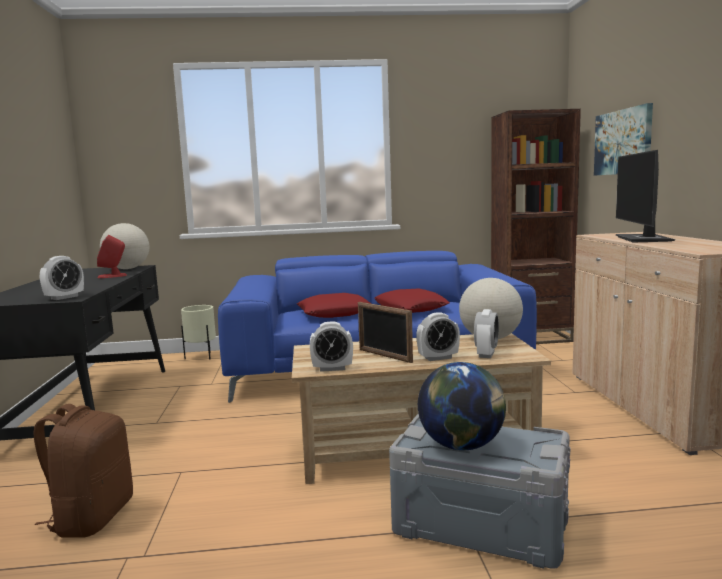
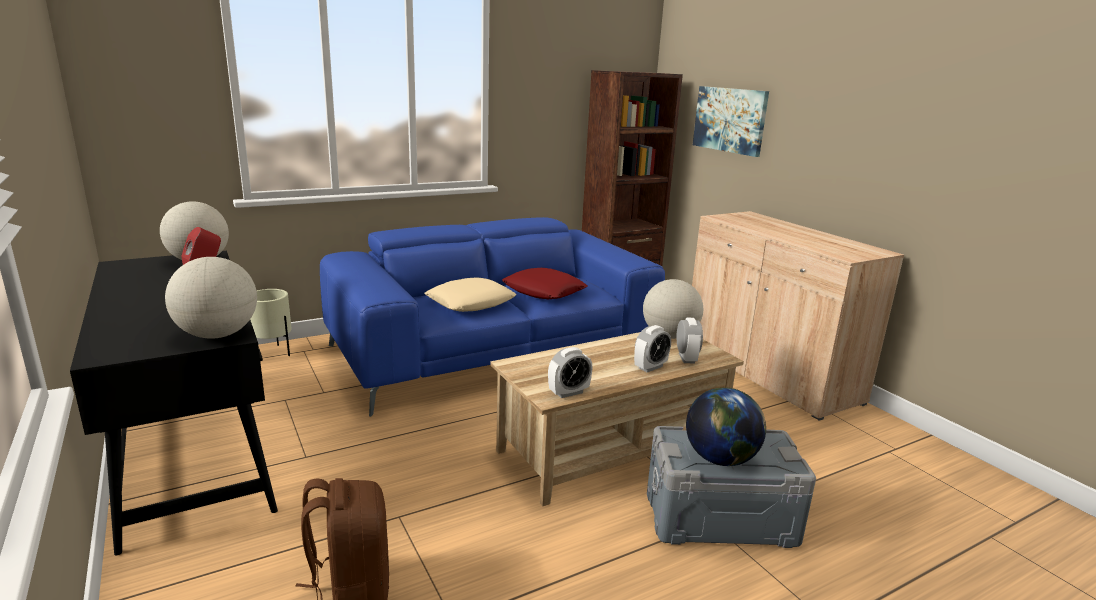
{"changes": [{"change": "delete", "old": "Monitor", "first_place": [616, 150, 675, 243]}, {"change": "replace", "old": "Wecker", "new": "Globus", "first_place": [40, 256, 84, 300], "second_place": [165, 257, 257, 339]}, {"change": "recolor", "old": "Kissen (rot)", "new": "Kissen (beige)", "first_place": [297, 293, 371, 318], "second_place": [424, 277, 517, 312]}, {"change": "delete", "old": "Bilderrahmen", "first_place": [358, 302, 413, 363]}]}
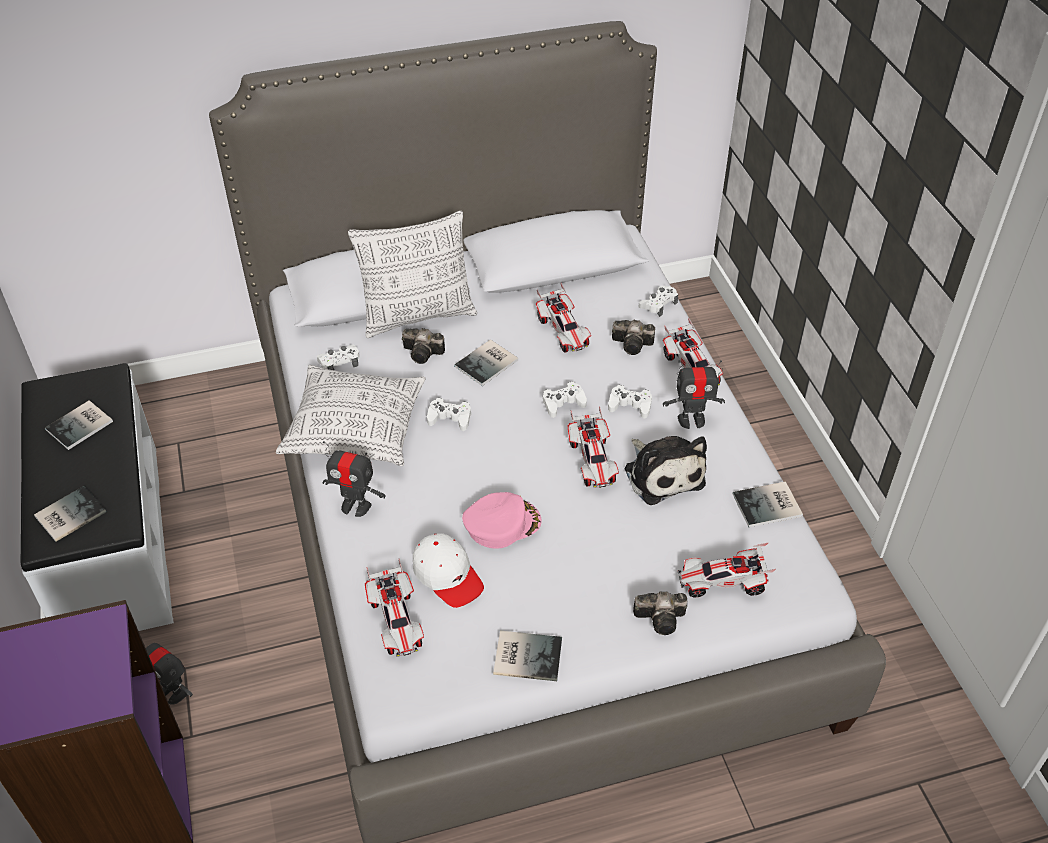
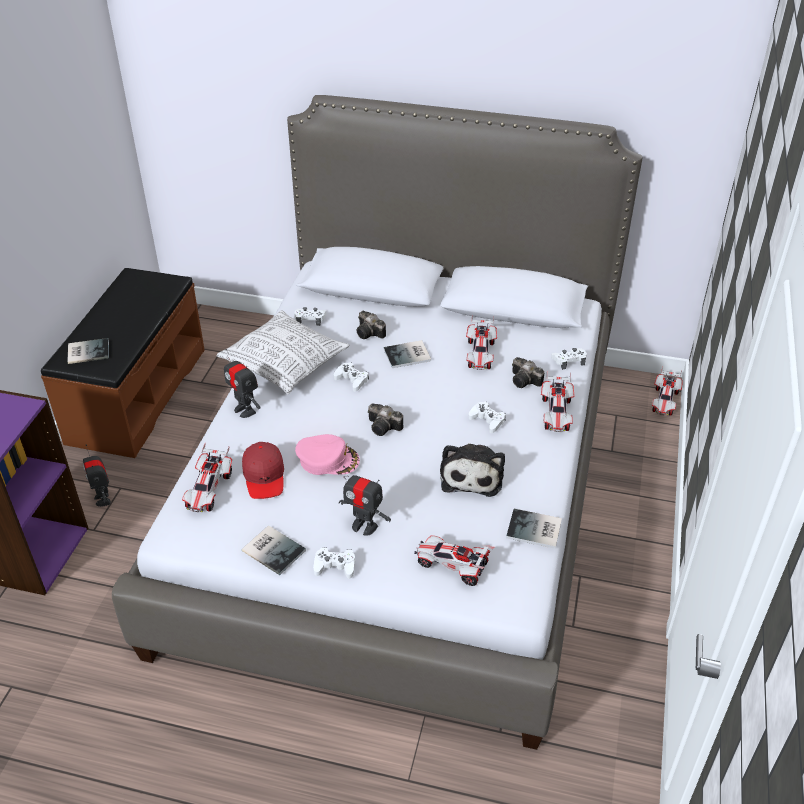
{"changes": [{"change": "delete", "old": "Kissen", "first_place": [348, 211, 477, 338]}, {"change": "move", "old": "Spielzeugroboter", "first_place": [663, 360, 725, 429], "second_place": [339, 466, 391, 536]}, {"change": "recolor", "old": "Bank (weiß)", "new": "Bank (braun)", "first_place": [21, 363, 174, 631], "second_place": [41, 268, 205, 458]}, {"change": "move", "old": "Gamepad (weiß)", "first_place": [543, 382, 587, 418], "second_place": [313, 547, 355, 579]}, {"change": "delete", "old": "Buch", "first_place": [45, 400, 113, 450]}, {"change": "move", "old": "Spielzeugauto", "first_place": [567, 406, 619, 488], "second_place": [652, 366, 683, 416]}, {"change": "recolor", "old": "Kappe (weiß)", "new": "Kappe (rot)", "first_place": [413, 534, 484, 608], "second_place": [242, 442, 284, 499]}, {"change": "move", "old": "Kamera", "first_place": [633, 592, 687, 635], "second_place": [368, 403, 403, 436]}]}
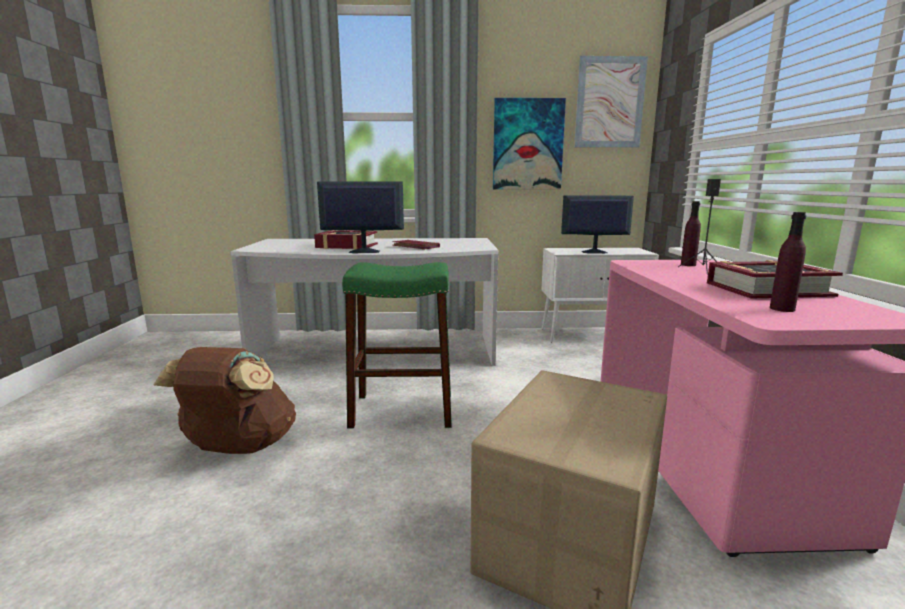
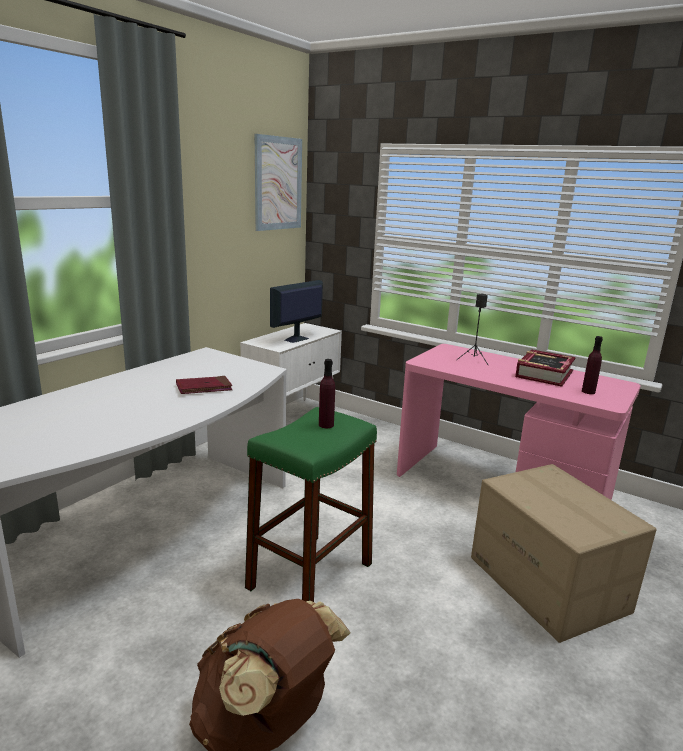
{"changes": [{"change": "delete", "old": "Bild", "first_place": [493, 98, 566, 189]}, {"change": "delete", "old": "Monitor", "first_place": [317, 181, 404, 253]}, {"change": "move", "old": "Flasche (lila)", "first_place": [681, 201, 701, 266], "second_place": [319, 359, 335, 428]}, {"change": "delete", "old": "Buch", "first_place": [314, 230, 378, 250]}]}
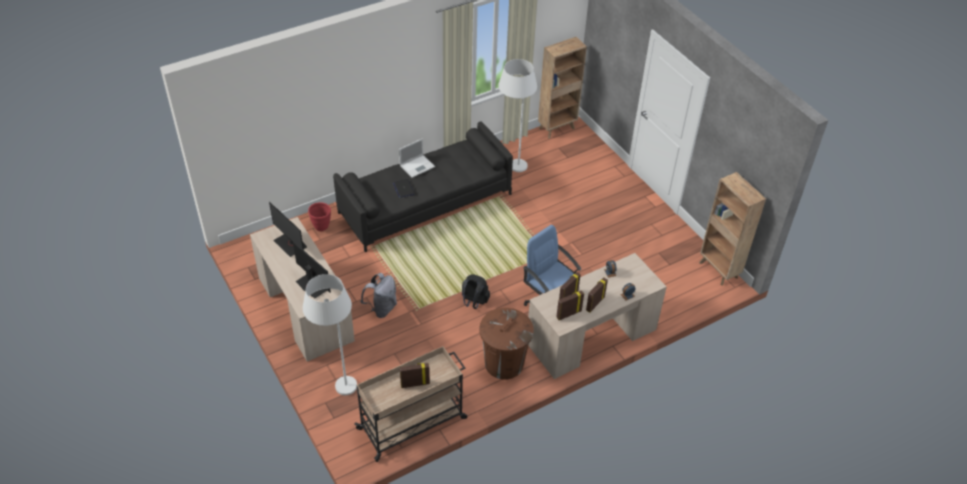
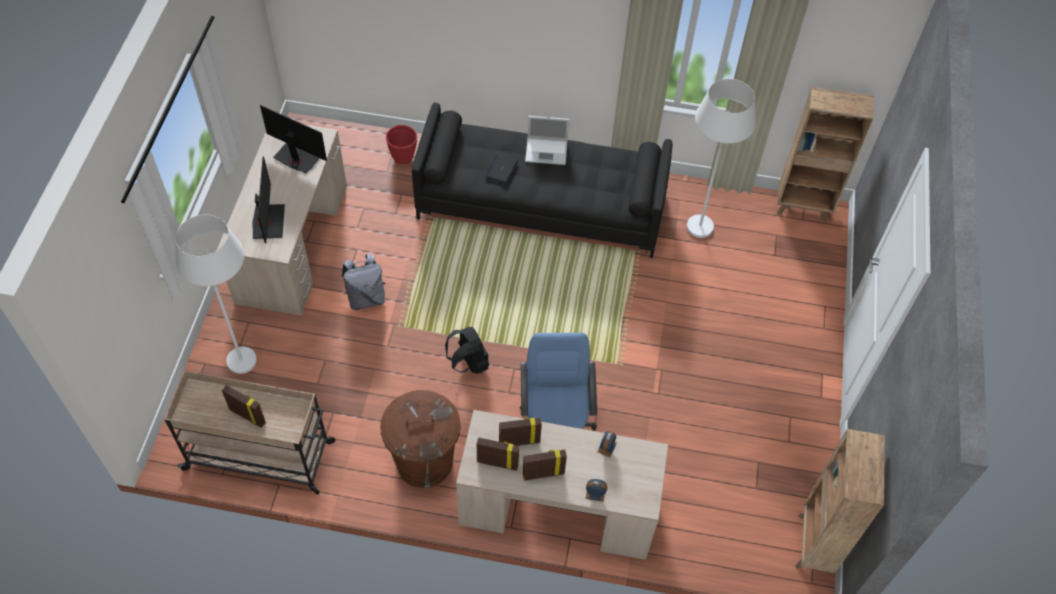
{"changes": [{"change": "rotate", "old": "Monitor", "first_place": [269, 202, 307, 257], "second_place": [260, 105, 327, 174], "degrees": 120}]}
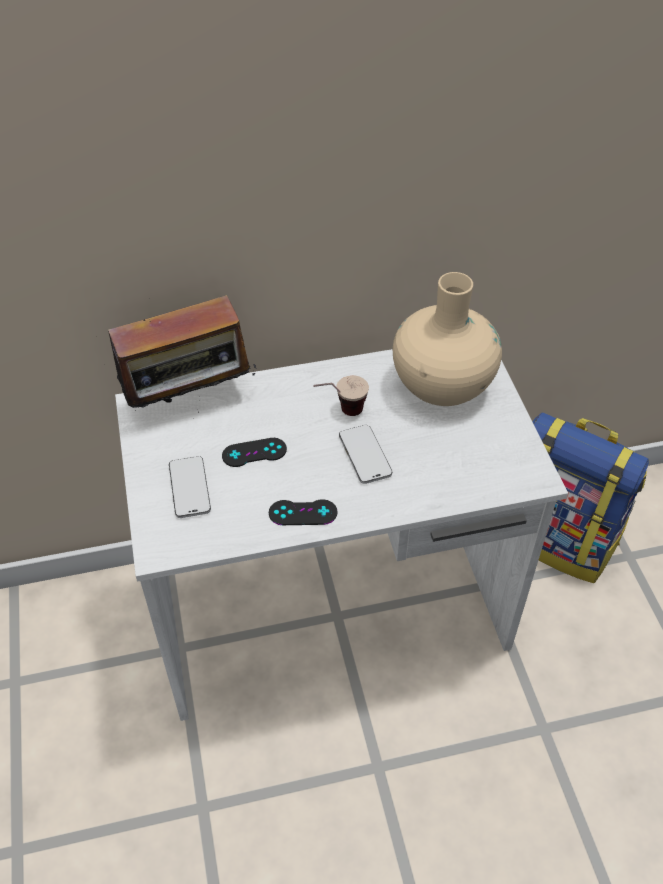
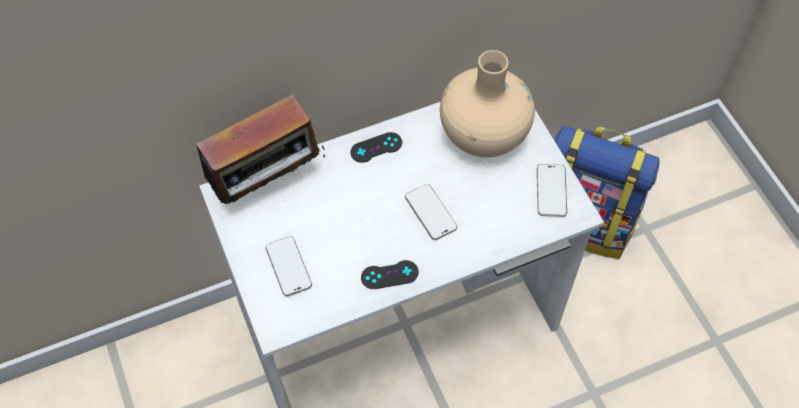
{"changes": [{"change": "delete", "old": "Tasse", "first_place": [313, 375, 369, 416]}, {"change": "move", "old": "Gamepad (schwarz)", "first_place": [222, 438, 287, 467], "second_place": [351, 132, 402, 163]}, {"change": "insert", "new": "Handy", "second_place": [537, 164, 567, 217]}]}
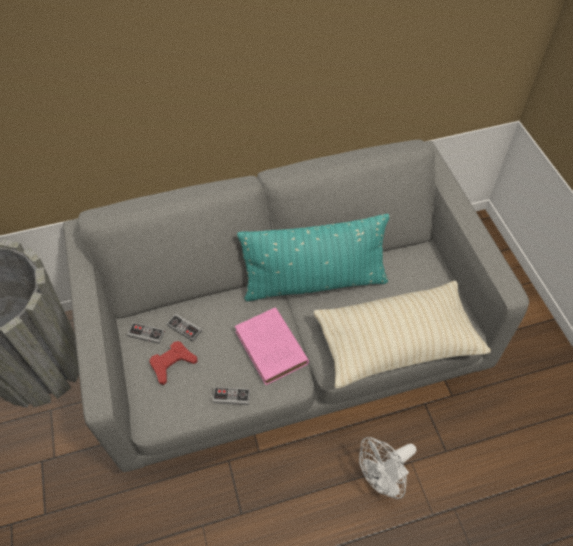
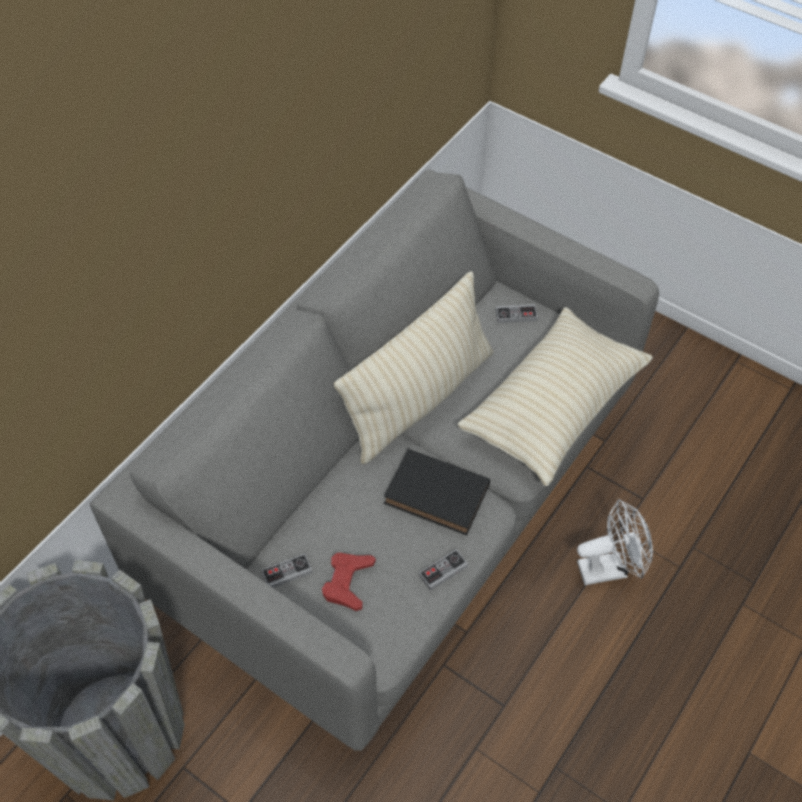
{"changes": [{"change": "recolor", "old": "Kissen (türkis)", "new": "Kissen (beige)", "first_place": [237, 214, 389, 301], "second_place": [334, 271, 493, 464]}, {"change": "recolor", "old": "Buch (rosa)", "new": "Buch (schwarz)", "first_place": [235, 308, 309, 385], "second_place": [384, 449, 490, 535]}, {"change": "move", "old": "Gamepad", "first_place": [167, 314, 202, 342], "second_place": [496, 304, 538, 323]}, {"change": "rotate", "old": "Ventilator (weiß)", "first_place": [359, 437, 416, 499], "second_place": [577, 499, 653, 585], "degrees": -120}]}
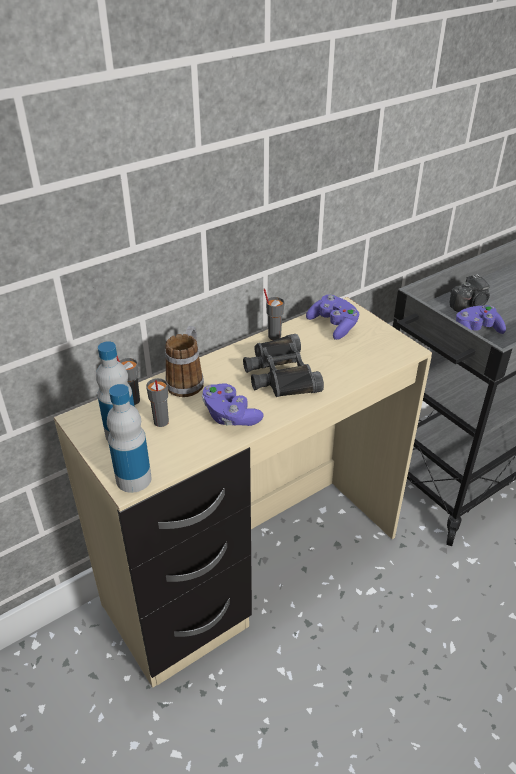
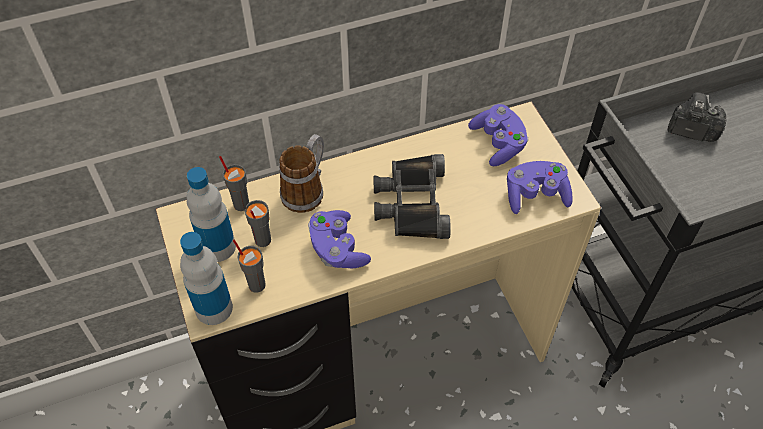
{"changes": [{"change": "rotate", "old": "Kamera", "first_place": [450, 274, 490, 312], "second_place": [668, 92, 727, 142], "degrees": -150}, {"change": "move", "old": "Tasse (grau)", "first_place": [264, 289, 284, 340], "second_place": [233, 240, 266, 293]}, {"change": "move", "old": "Gamepad (lila)", "first_place": [456, 305, 506, 334], "second_place": [507, 161, 573, 214]}]}
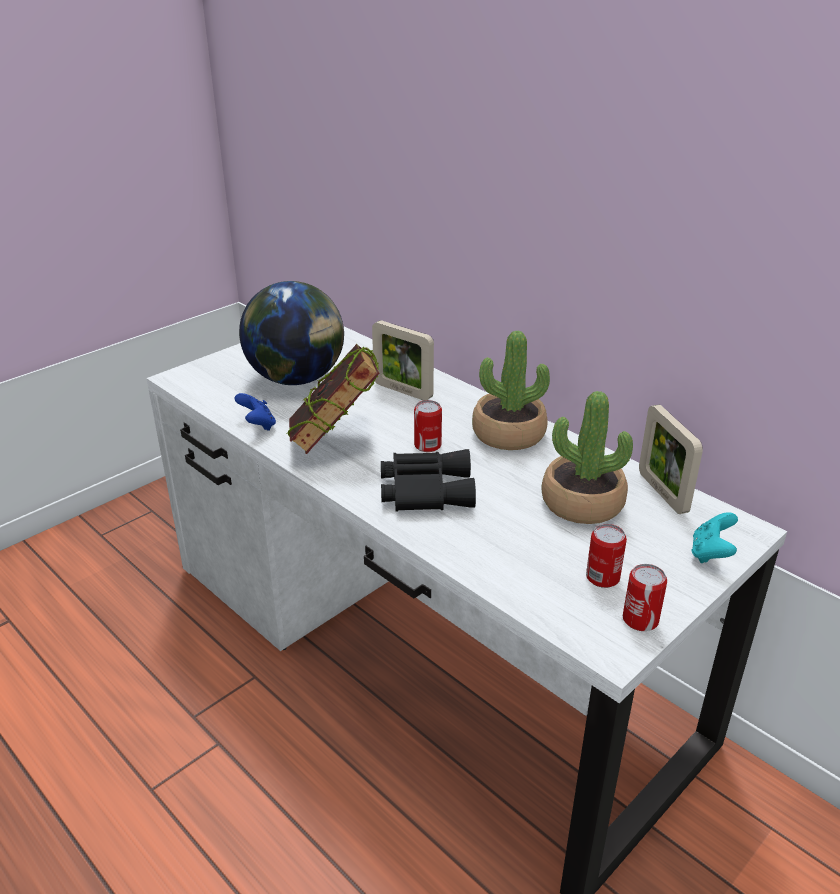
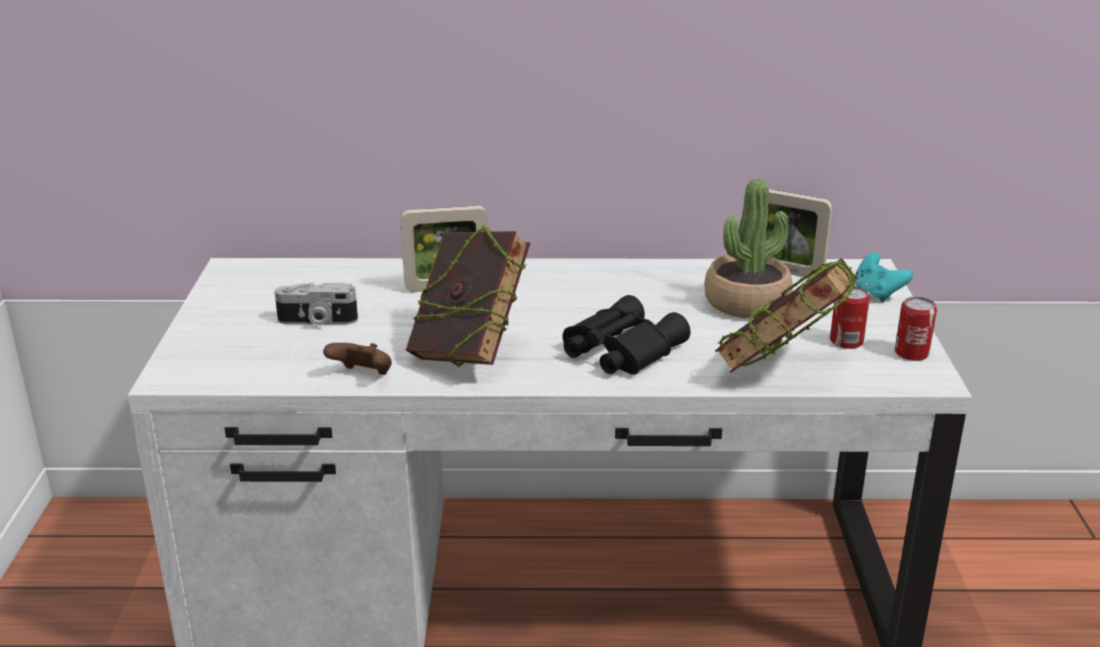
{"changes": [{"change": "replace", "old": "Globus", "new": "Kamera", "first_place": [239, 281, 344, 385], "second_place": [274, 283, 358, 326]}, {"change": "delete", "old": "Topfpflanze", "first_place": [472, 331, 550, 450]}, {"change": "recolor", "old": "Gamepad (blau)", "new": "Gamepad (braun)", "first_place": [235, 393, 276, 431], "second_place": [323, 343, 392, 375]}, {"change": "delete", "old": "Dose", "first_place": [414, 400, 442, 452]}, {"change": "insert", "new": "Buch", "second_place": [715, 258, 857, 373]}]}
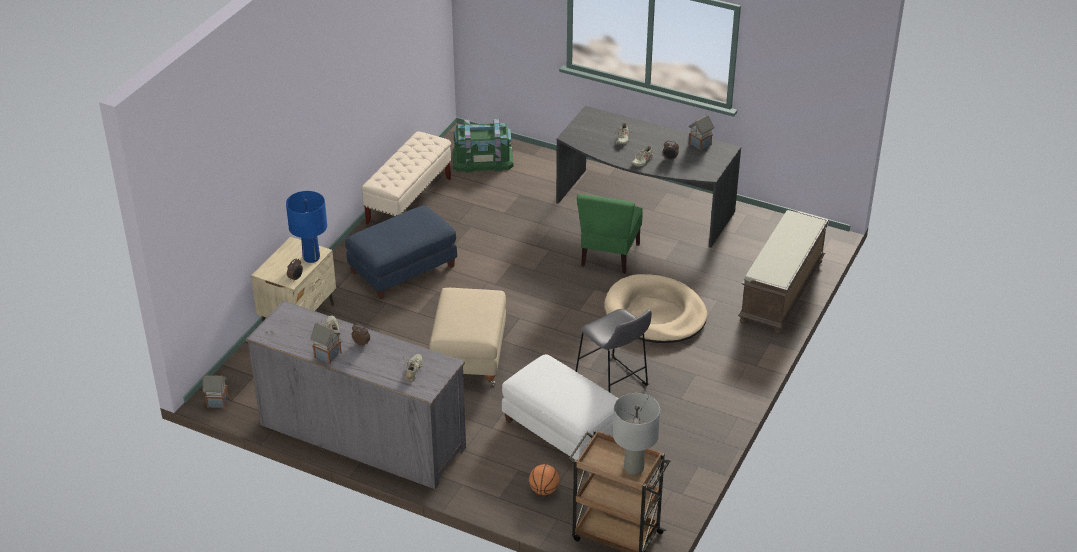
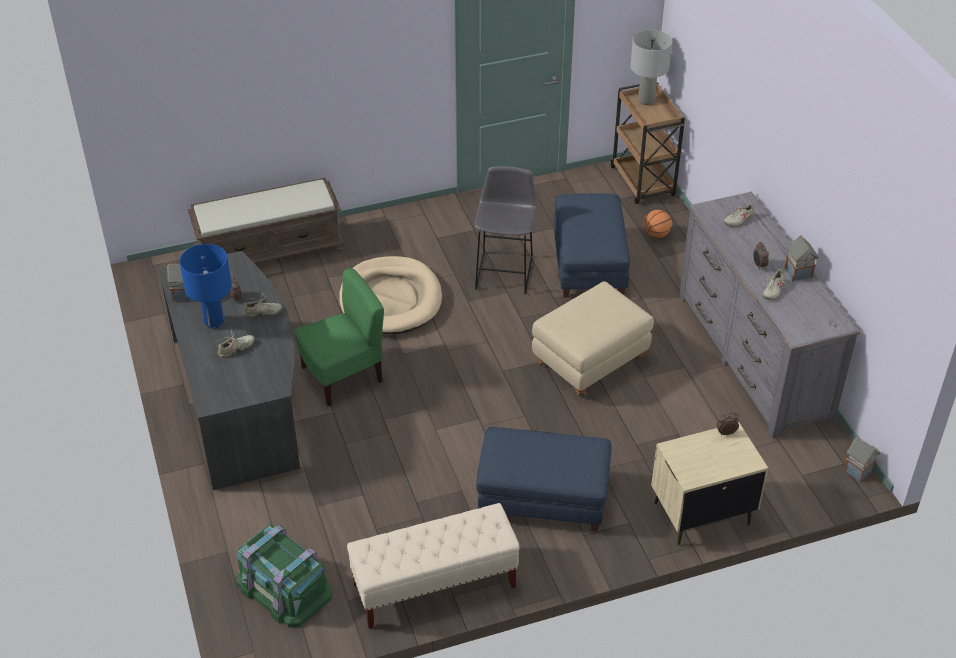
{"changes": [{"change": "move", "old": "Tischlampe (blau)", "first_place": [286, 191, 327, 263], "second_place": [180, 244, 232, 329]}, {"change": "recolor", "old": "Polsterhocker (weiß)", "new": "Polsterhocker (blau)", "first_place": [502, 354, 619, 469], "second_place": [554, 193, 630, 297]}]}
